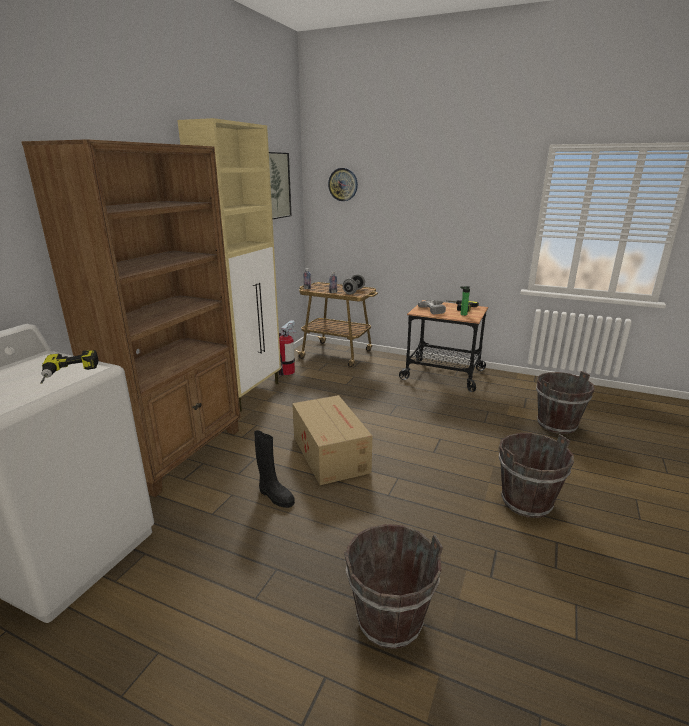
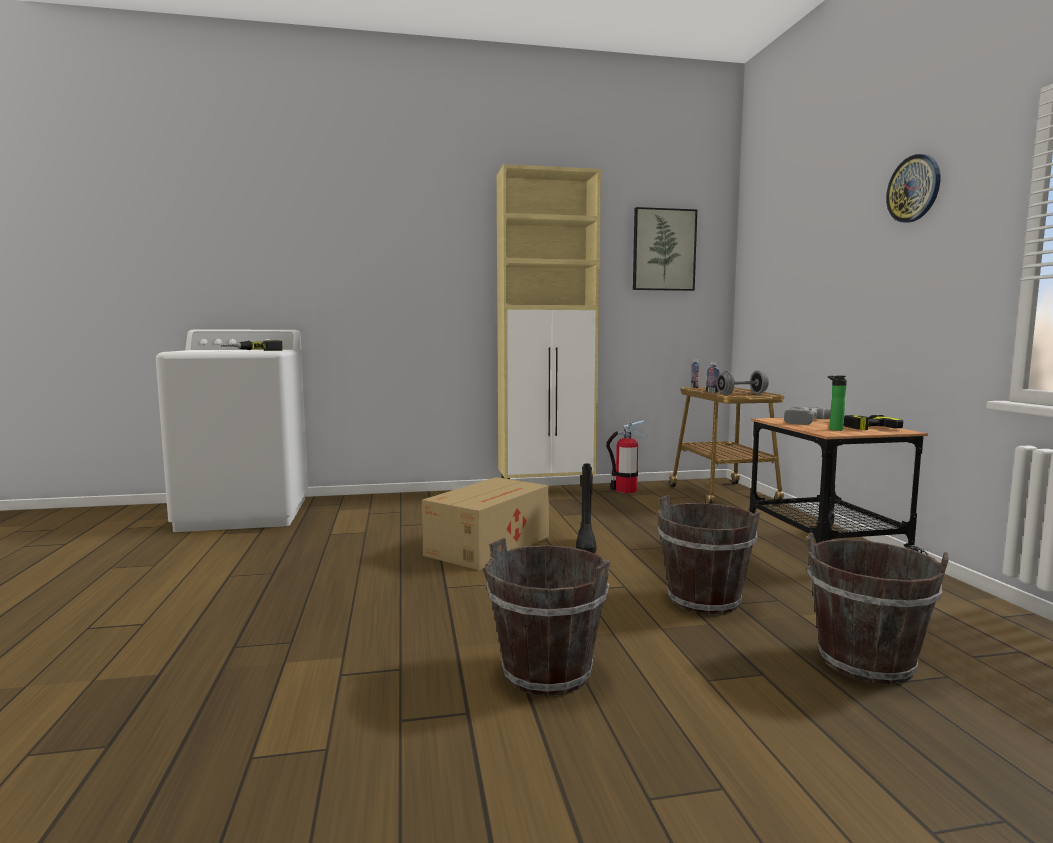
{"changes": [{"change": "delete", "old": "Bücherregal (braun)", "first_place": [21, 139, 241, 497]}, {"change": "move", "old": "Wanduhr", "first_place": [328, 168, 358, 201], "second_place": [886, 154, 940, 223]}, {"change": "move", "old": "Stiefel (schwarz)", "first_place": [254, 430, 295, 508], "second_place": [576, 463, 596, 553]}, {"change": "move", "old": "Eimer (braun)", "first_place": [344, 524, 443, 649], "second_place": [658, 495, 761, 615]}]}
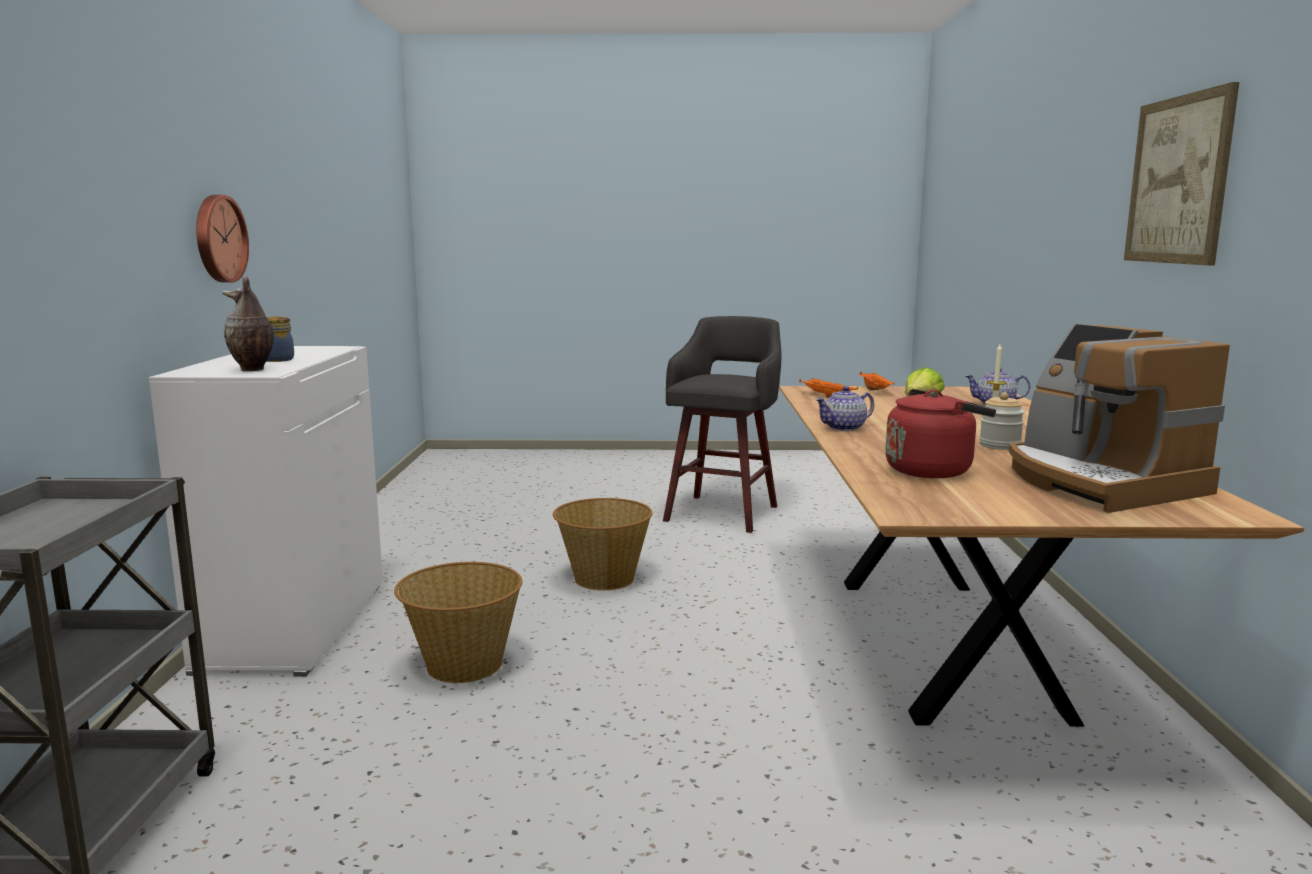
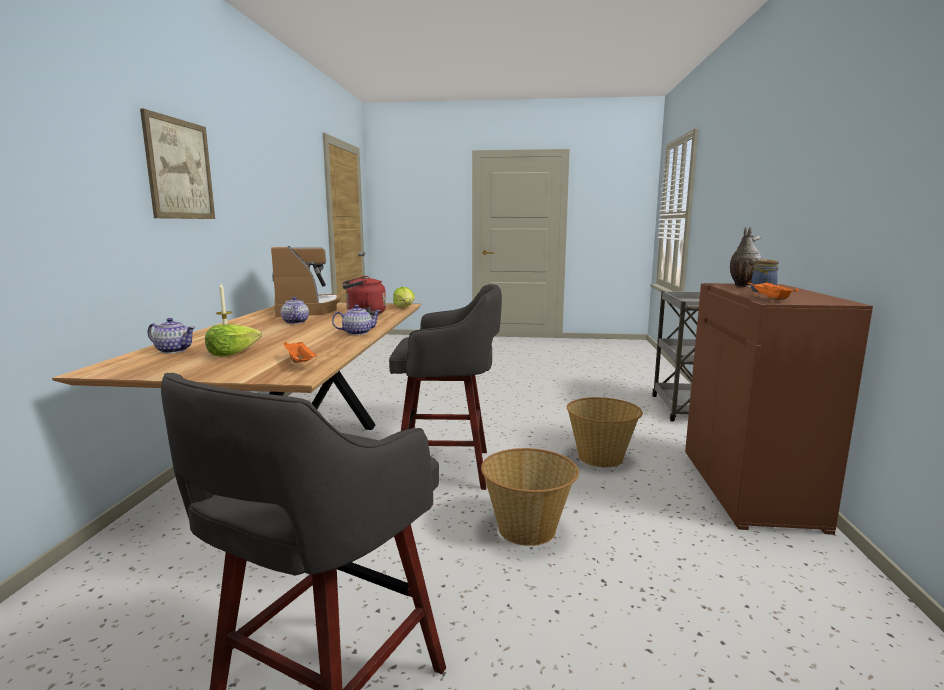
{"changes": [{"change": "delete", "old": "Wanduhr", "first_place": [196, 195, 249, 282]}, {"change": "recolor", "old": "Schrank (weiß)", "new": "Schrank (braun)", "first_place": [149, 346, 383, 677], "second_place": [685, 283, 873, 535]}, {"change": "move", "old": "Tablett (orange)", "first_place": [860, 372, 895, 390], "second_place": [748, 282, 798, 300]}, {"change": "replace", "old": "Vorratsglas", "new": "Teekanne", "first_place": [979, 392, 1025, 450], "second_place": [281, 297, 309, 324]}, {"change": "insert", "new": "Hocker (grau)", "second_place": [389, 284, 502, 490]}, {"change": "insert", "new": "Salatkopf", "second_place": [393, 287, 415, 307]}]}
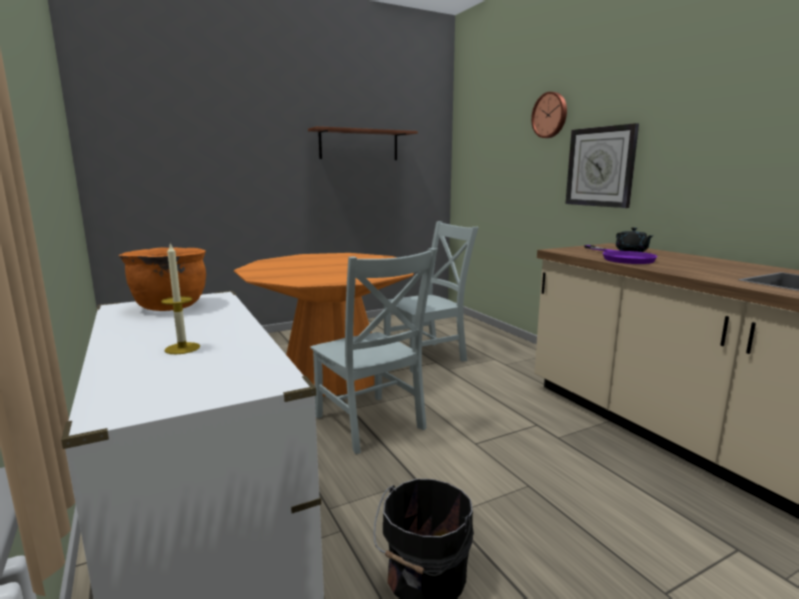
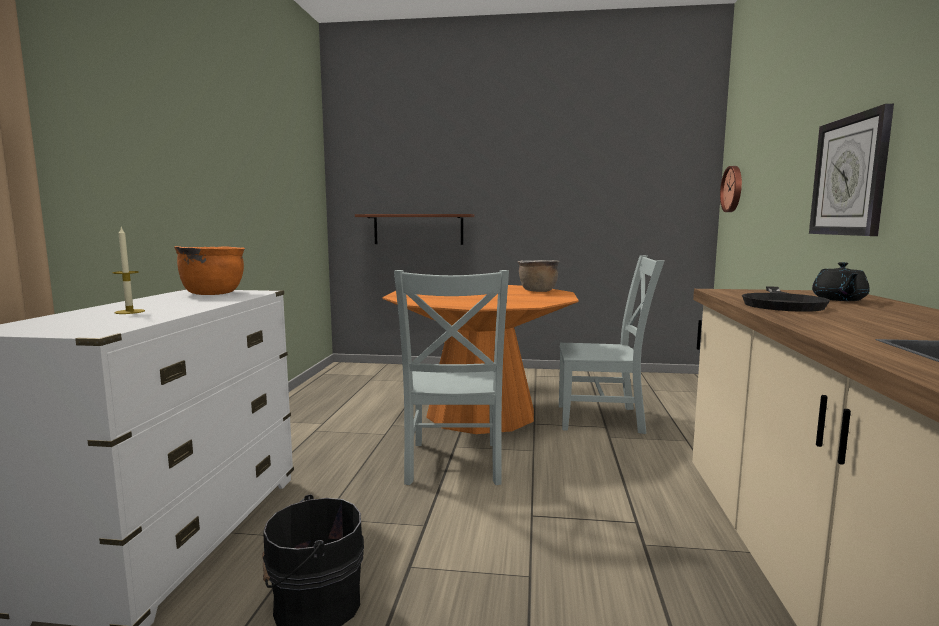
{"changes": [{"change": "move", "old": "Wanduhr", "first_place": [531, 92, 567, 138], "second_place": [720, 166, 742, 212]}, {"change": "move", "old": "Wandregal (braun)", "first_place": [308, 126, 418, 160], "second_place": [355, 214, 474, 245]}, {"change": "recolor", "old": "Pfanne (lila)", "new": "Pfanne (schwarz)", "first_place": [584, 245, 657, 264], "second_place": [742, 286, 830, 312]}, {"change": "insert", "new": "Kochtopf (braun)", "second_place": [518, 260, 560, 292]}]}
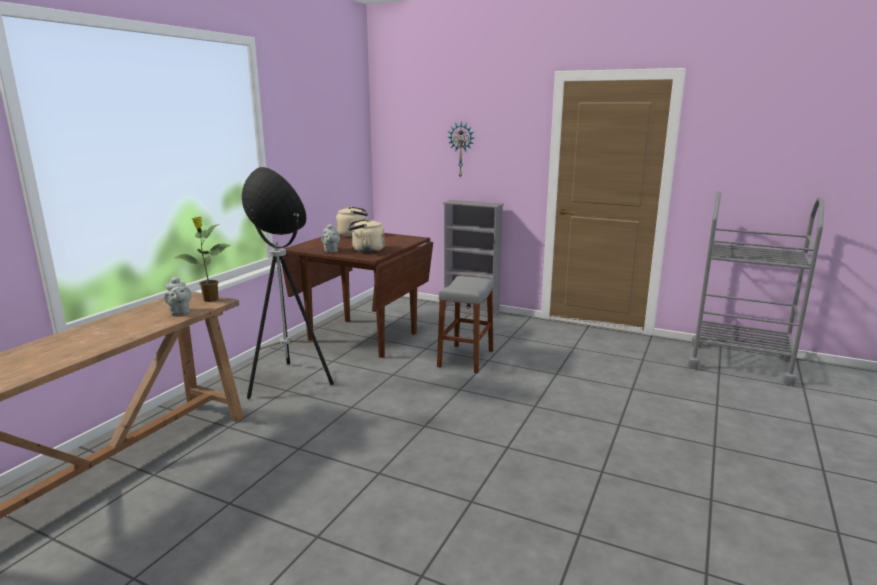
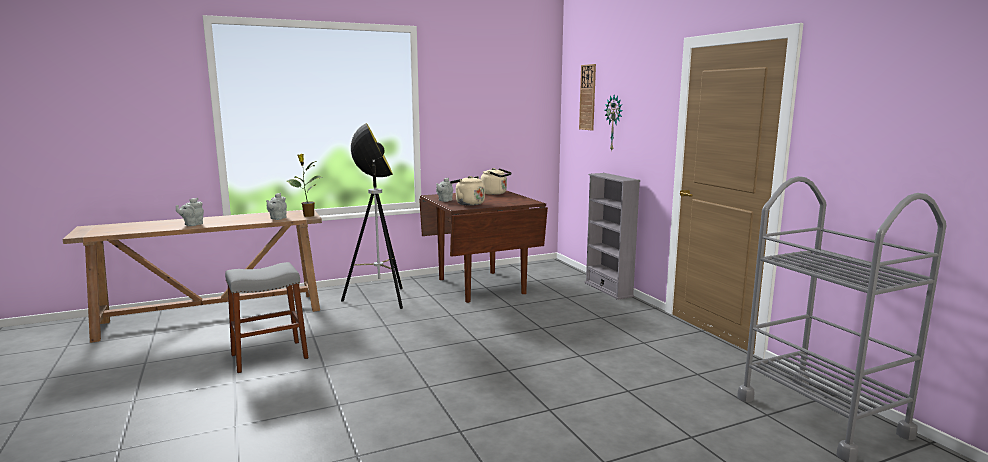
{"changes": [{"change": "move", "old": "Hocker (grau)", "first_place": [437, 276, 494, 373], "second_place": [225, 262, 308, 373]}, {"change": "insert", "new": "Wanduhr", "second_place": [579, 64, 596, 130]}, {"change": "insert", "new": "Teekanne (grau)", "second_place": [176, 198, 204, 226]}]}
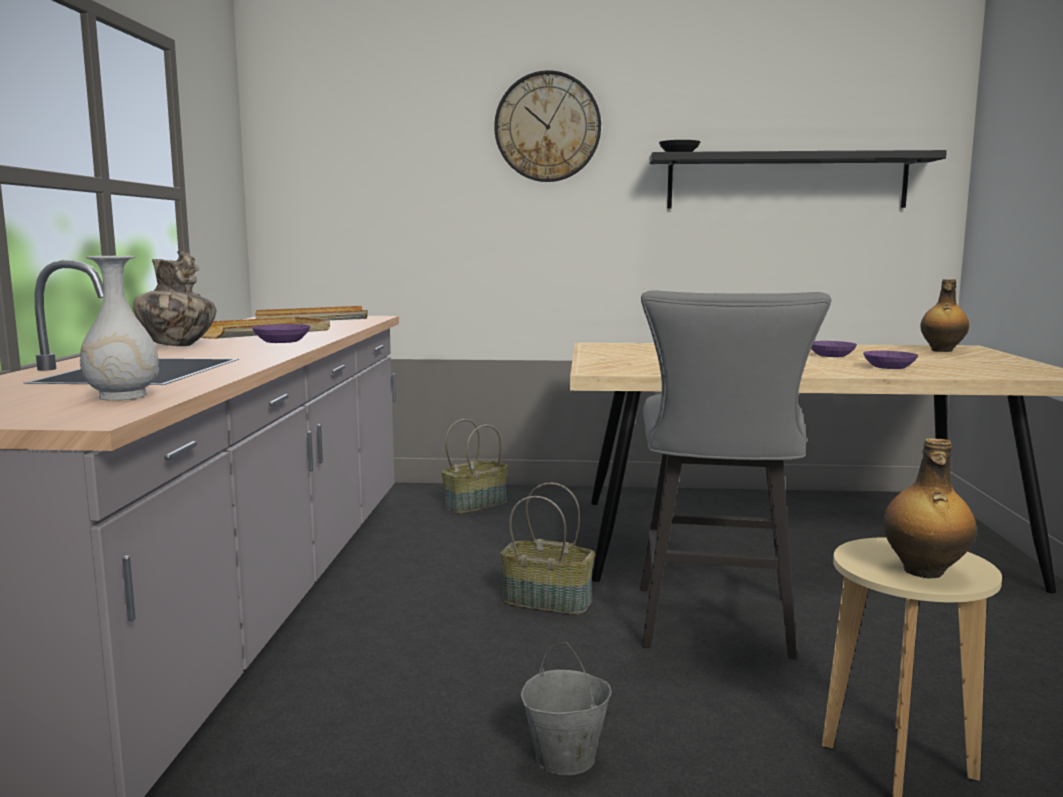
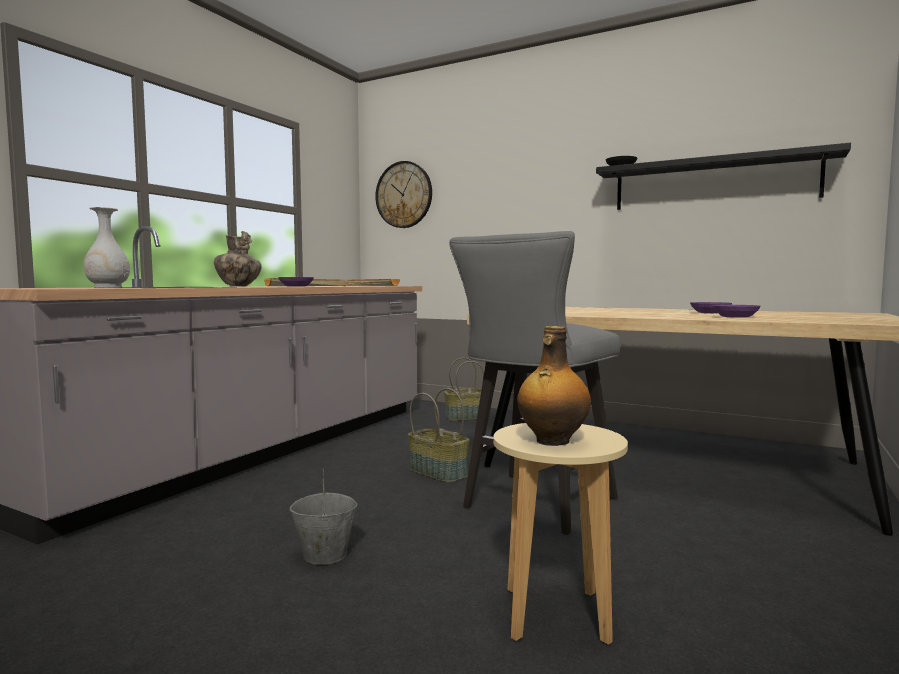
{"changes": [{"change": "move", "old": "Wanduhr", "first_place": [494, 70, 601, 182], "second_place": [375, 161, 432, 228]}, {"change": "delete", "old": "Flasche", "first_place": [920, 279, 969, 352]}]}
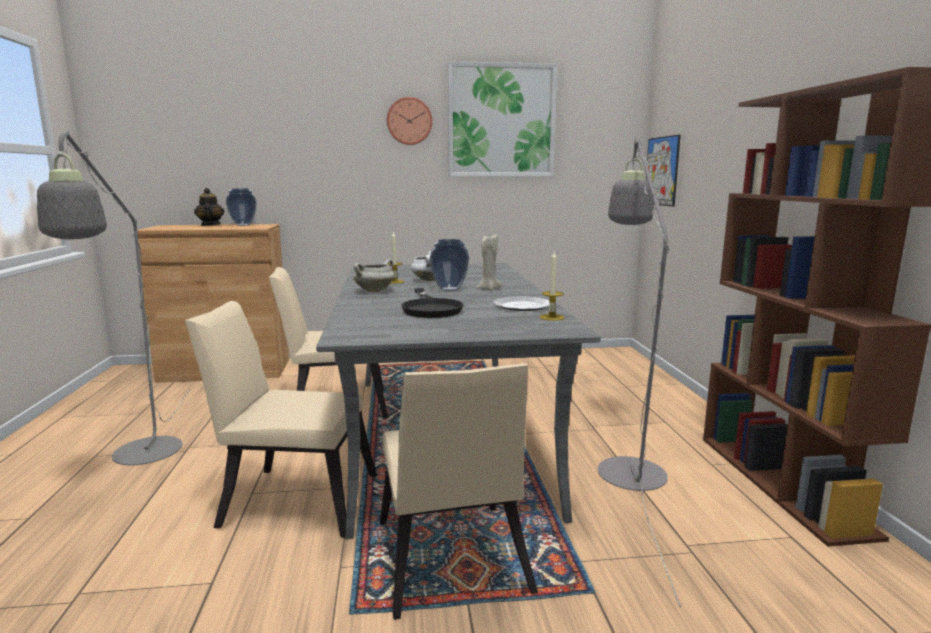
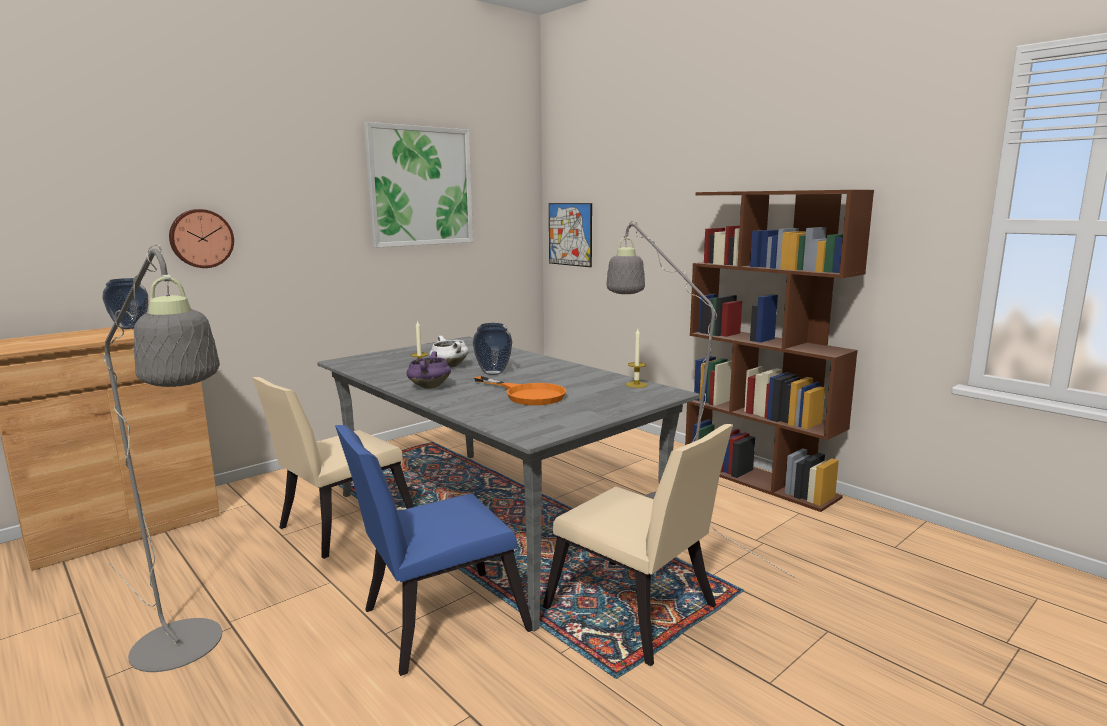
{"changes": [{"change": "move", "old": "Wanduhr", "first_place": [387, 97, 432, 145], "second_place": [169, 209, 234, 268]}, {"change": "delete", "old": "Teekanne", "first_place": [194, 188, 224, 226]}, {"change": "delete", "old": "Kerze (beige)", "first_place": [476, 234, 502, 291]}, {"change": "recolor", "old": "Kochtopf (weiß)", "new": "Kochtopf (lila)", "first_place": [353, 259, 395, 292], "second_place": [407, 351, 451, 389]}, {"change": "recolor", "old": "Pfanne (schwarz)", "new": "Pfanne (orange)", "first_place": [401, 288, 463, 318], "second_place": [474, 376, 566, 405]}, {"change": "delete", "old": "Teller", "first_place": [493, 296, 549, 311]}, {"change": "recolor", "old": "Stuhl (beige)", "new": "Stuhl (blau)", "first_place": [185, 301, 377, 538], "second_place": [335, 425, 532, 676]}]}
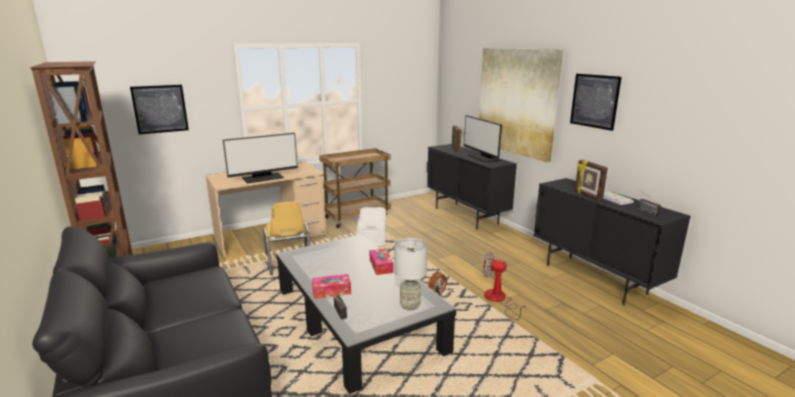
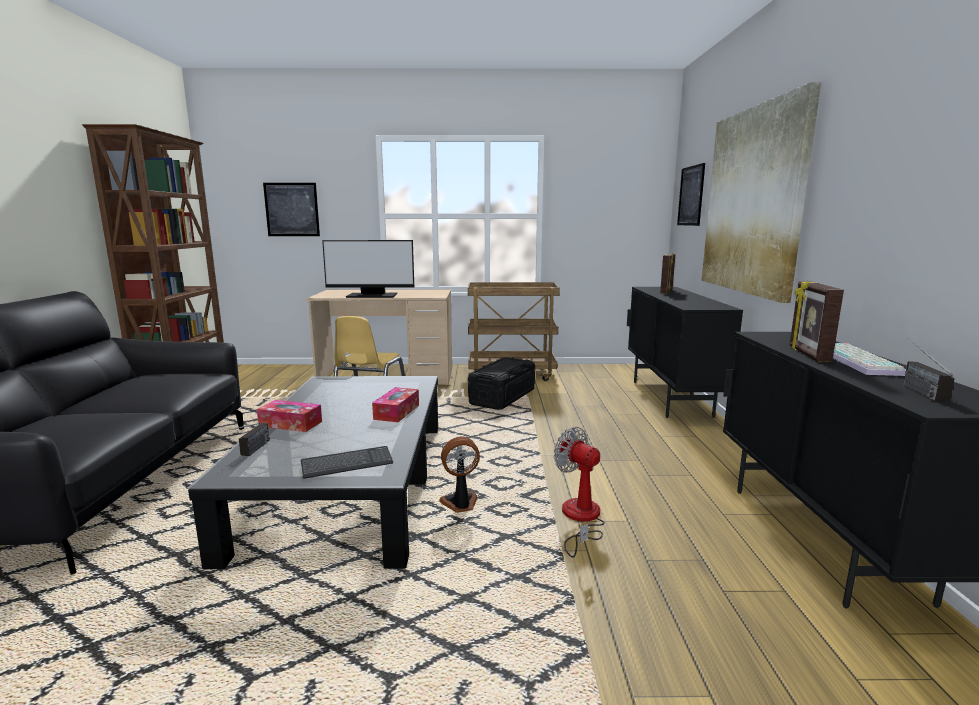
{"changes": [{"change": "move", "old": "Bild", "first_place": [570, 74, 622, 131], "second_place": [677, 163, 705, 226]}, {"change": "delete", "old": "Monitor", "first_place": [464, 115, 502, 163]}, {"change": "recolor", "old": "Aufbewahrungsbox (weiß)", "new": "Aufbewahrungsbox (schwarz)", "first_place": [357, 207, 386, 246], "second_place": [468, 357, 535, 410]}, {"change": "replace", "old": "Tischlampe (grau)", "new": "Tastatur", "first_place": [395, 238, 427, 310], "second_place": [301, 446, 393, 479]}]}
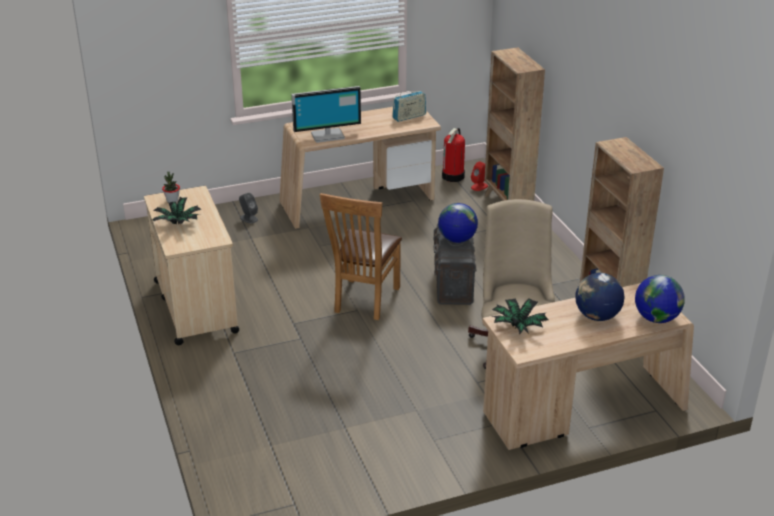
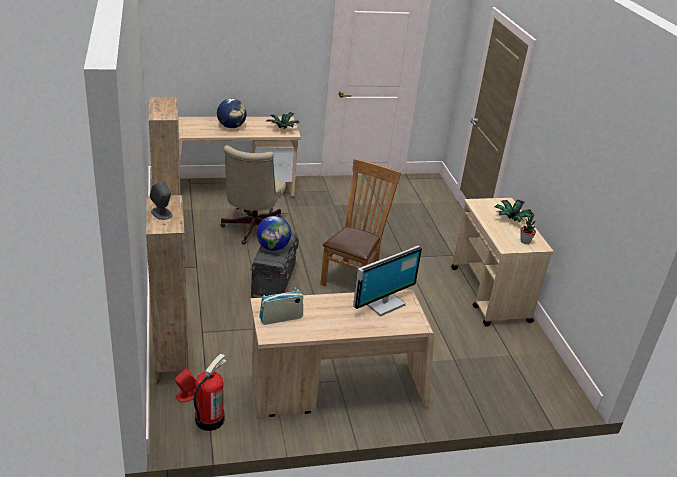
{"changes": [{"change": "rotate", "old": "Monitor", "first_place": [292, 86, 361, 143], "second_place": [353, 245, 422, 317], "degrees": 150}, {"change": "move", "old": "Lautsprecher (grau)", "first_place": [239, 193, 258, 223], "second_place": [150, 181, 173, 220]}, {"change": "delete", "old": "Globus", "first_place": [635, 275, 685, 323]}]}
